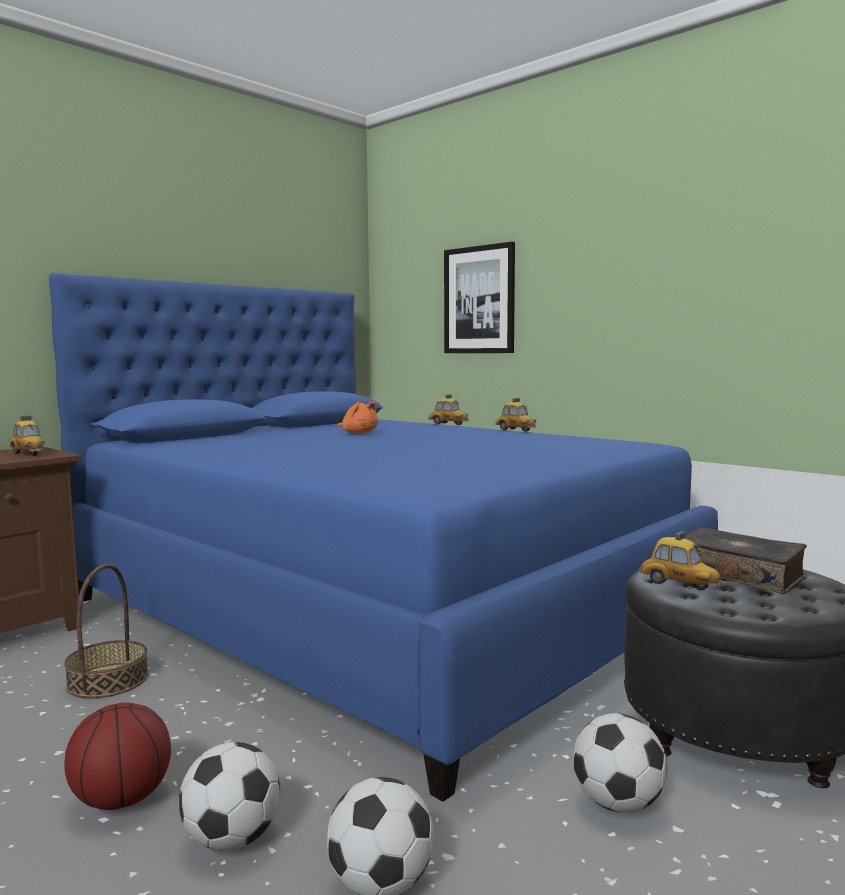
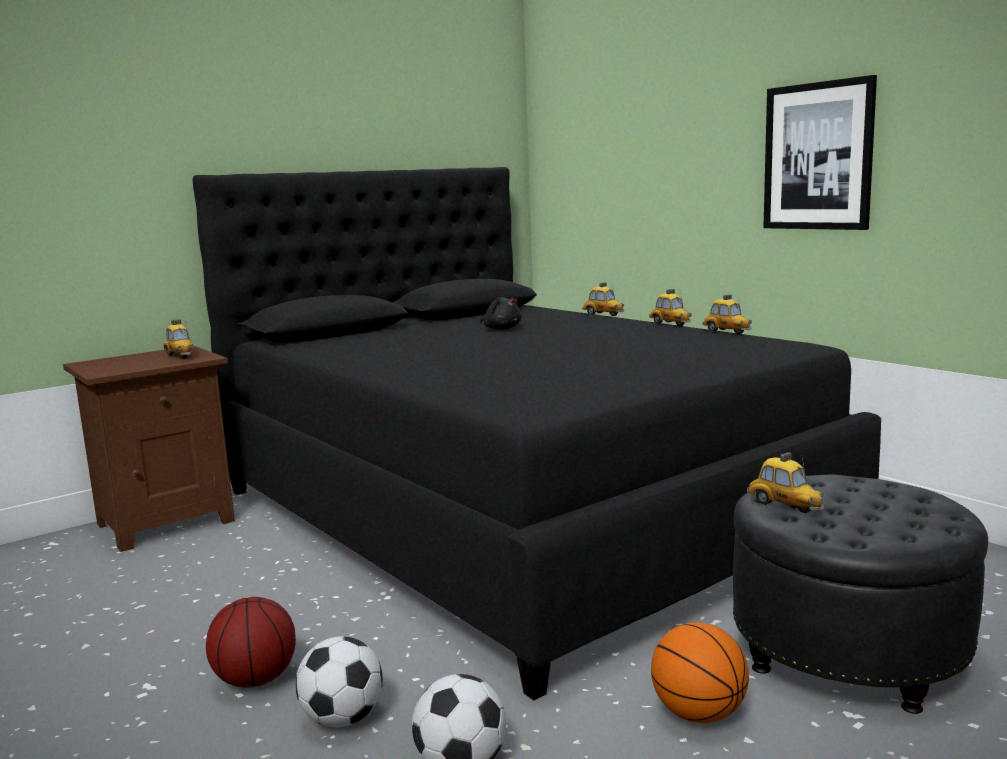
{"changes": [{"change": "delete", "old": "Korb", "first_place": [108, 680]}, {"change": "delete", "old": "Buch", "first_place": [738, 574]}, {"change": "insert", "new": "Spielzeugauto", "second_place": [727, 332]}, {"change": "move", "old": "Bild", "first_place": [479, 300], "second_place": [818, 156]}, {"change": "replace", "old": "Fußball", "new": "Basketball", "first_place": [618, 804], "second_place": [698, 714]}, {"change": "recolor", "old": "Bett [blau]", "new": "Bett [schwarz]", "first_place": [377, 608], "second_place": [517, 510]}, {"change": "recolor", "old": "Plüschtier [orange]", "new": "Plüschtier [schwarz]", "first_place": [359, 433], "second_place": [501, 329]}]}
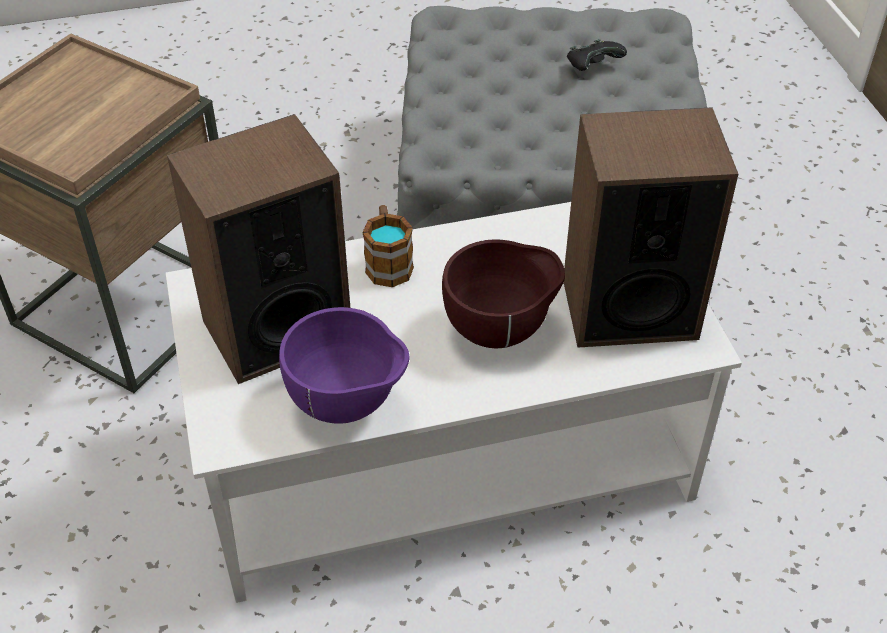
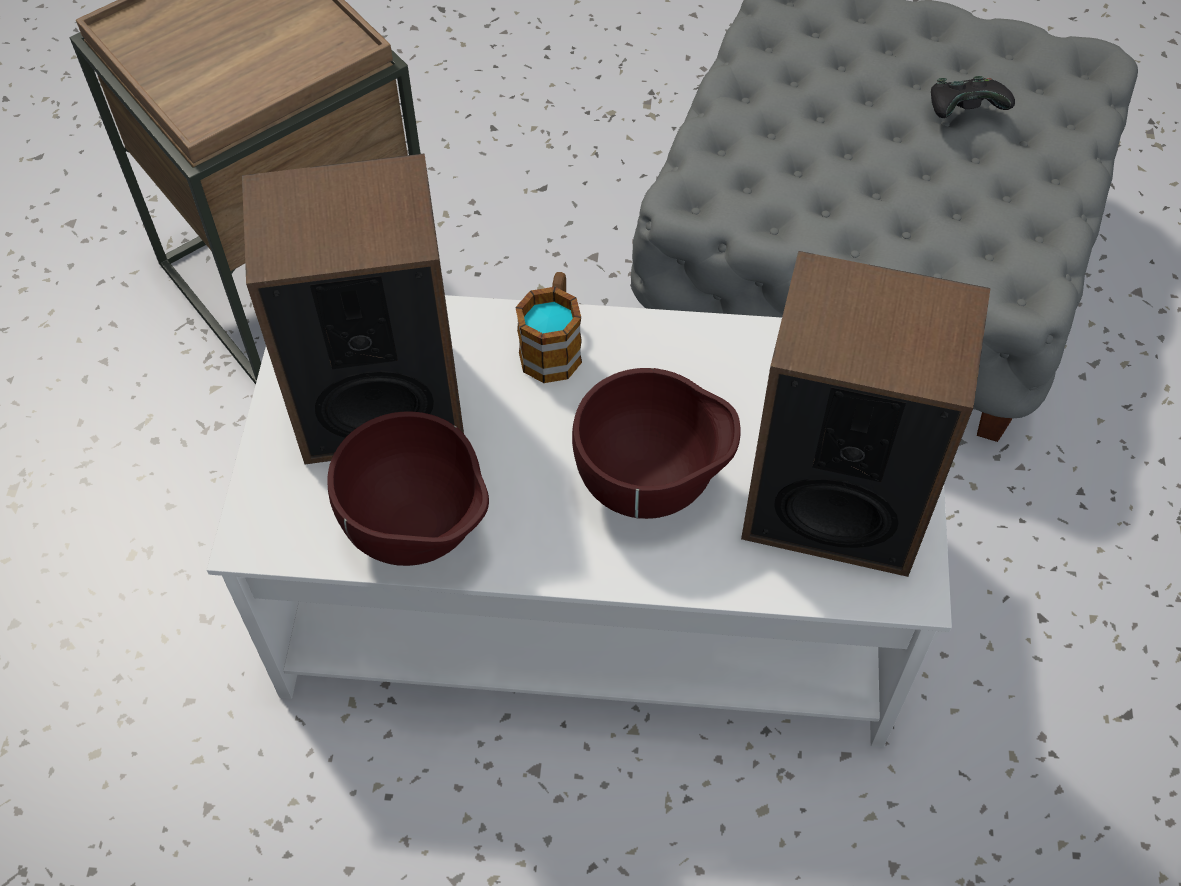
{"changes": [{"change": "recolor", "old": "Schüssel [lila]", "new": "Schüssel [braun]", "first_place": [349, 406], "second_place": [421, 535]}]}
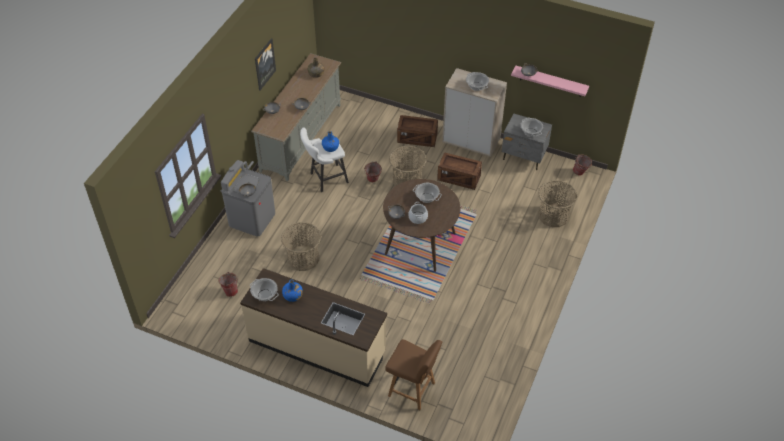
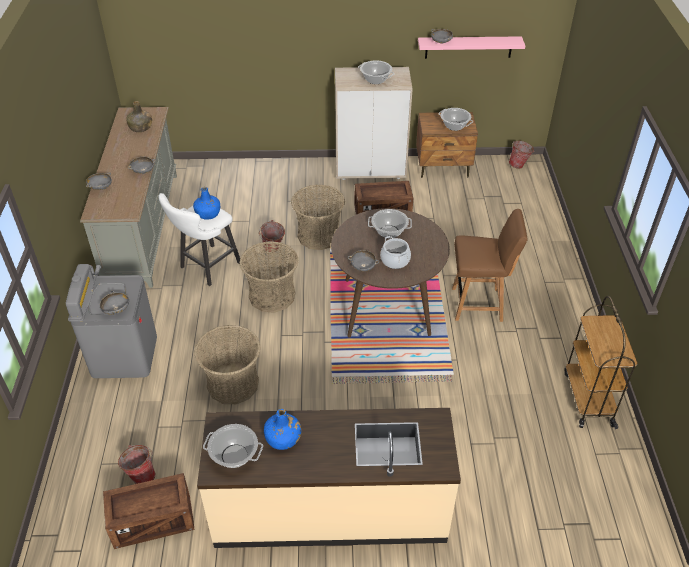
{"changes": [{"change": "delete", "old": "Bild", "first_place": [264, 64]}, {"change": "insert", "new": "Rollwagen [braun]", "second_place": [588, 398]}, {"change": "move", "old": "Stuhl [braun]", "first_place": [412, 390], "second_place": [478, 304]}, {"change": "move", "old": "Kiste", "first_place": [417, 138], "second_place": [153, 521]}, {"change": "move", "old": "Korb", "first_place": [553, 215], "second_place": [272, 295]}, {"change": "recolor", "old": "Nachttisch [grau]", "new": "Nachttisch [braun]", "first_place": [524, 157], "second_place": [443, 168]}]}
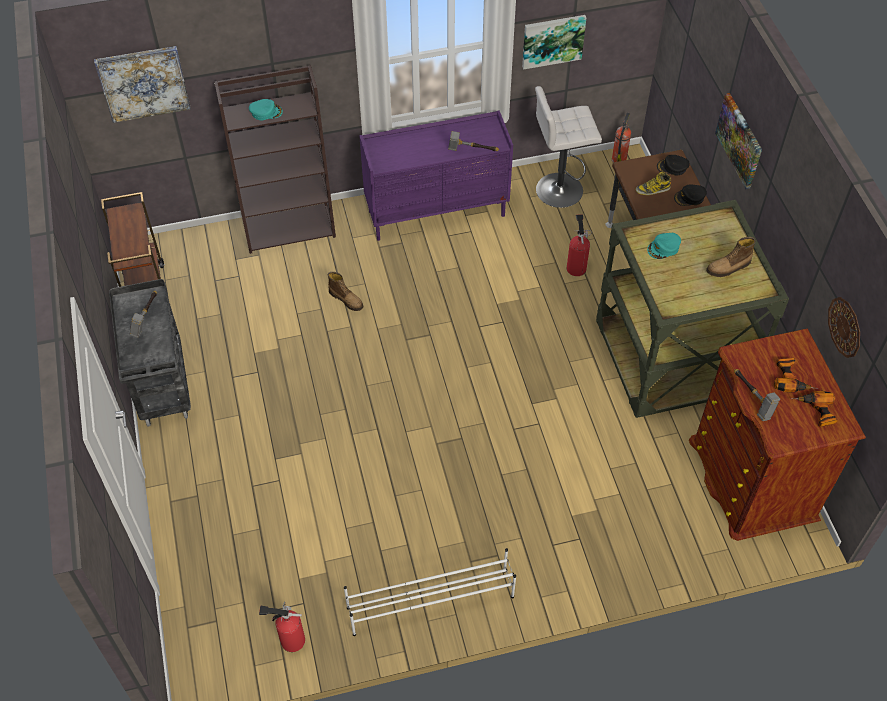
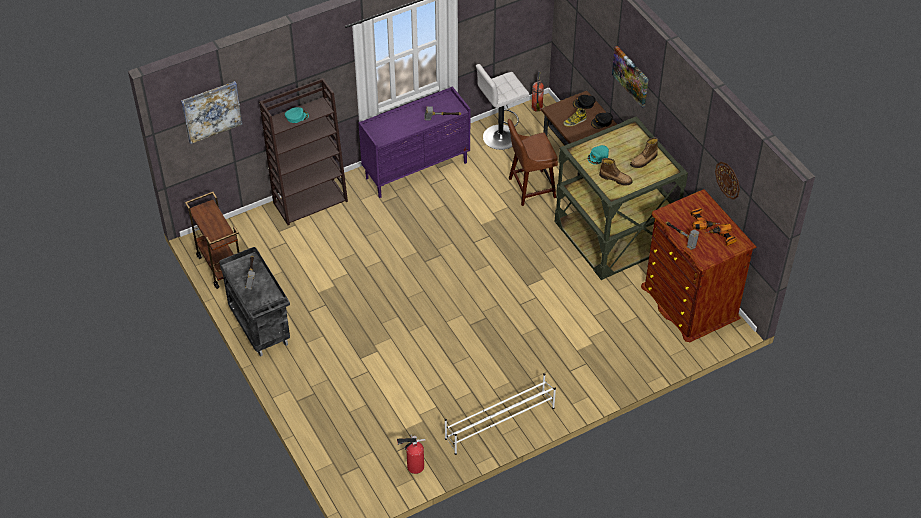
{"changes": [{"change": "delete", "old": "Bild", "first_place": [553, 40]}, {"change": "move", "old": "Stiefel", "first_place": [346, 299], "second_place": [615, 179]}, {"change": "replace", "old": "Feuerlöscher", "new": "Stuhl [braun]", "first_place": [576, 266], "second_place": [529, 188]}]}
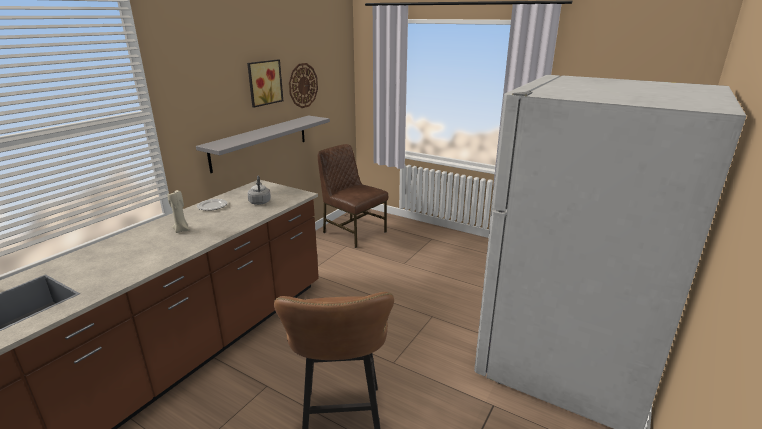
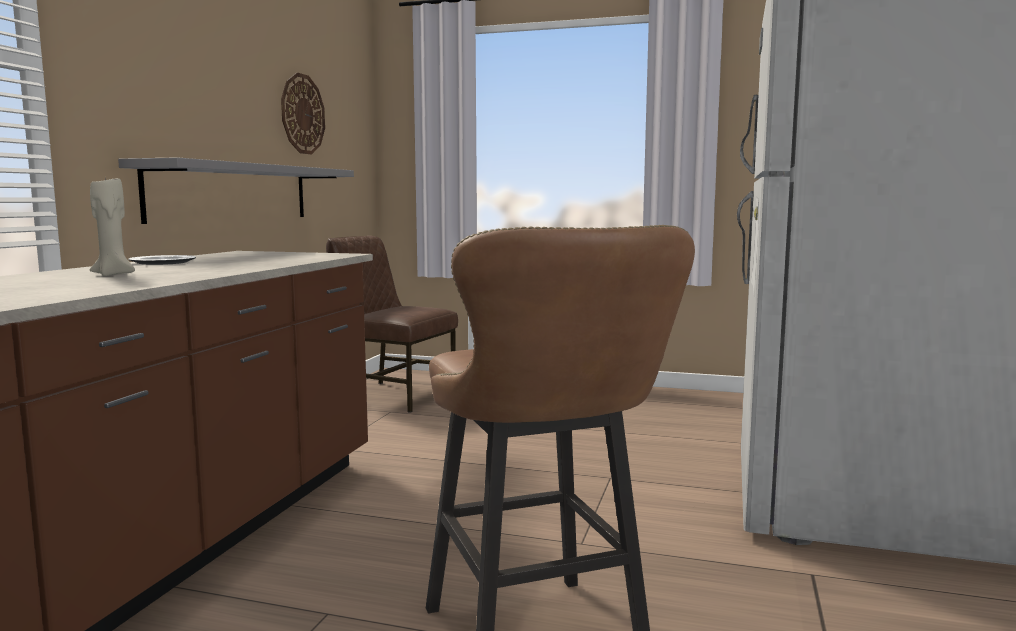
{"changes": [{"change": "delete", "old": "Bild", "first_place": [264, 82]}, {"change": "delete", "old": "Wasserkessel [grau]", "first_place": [260, 202]}]}
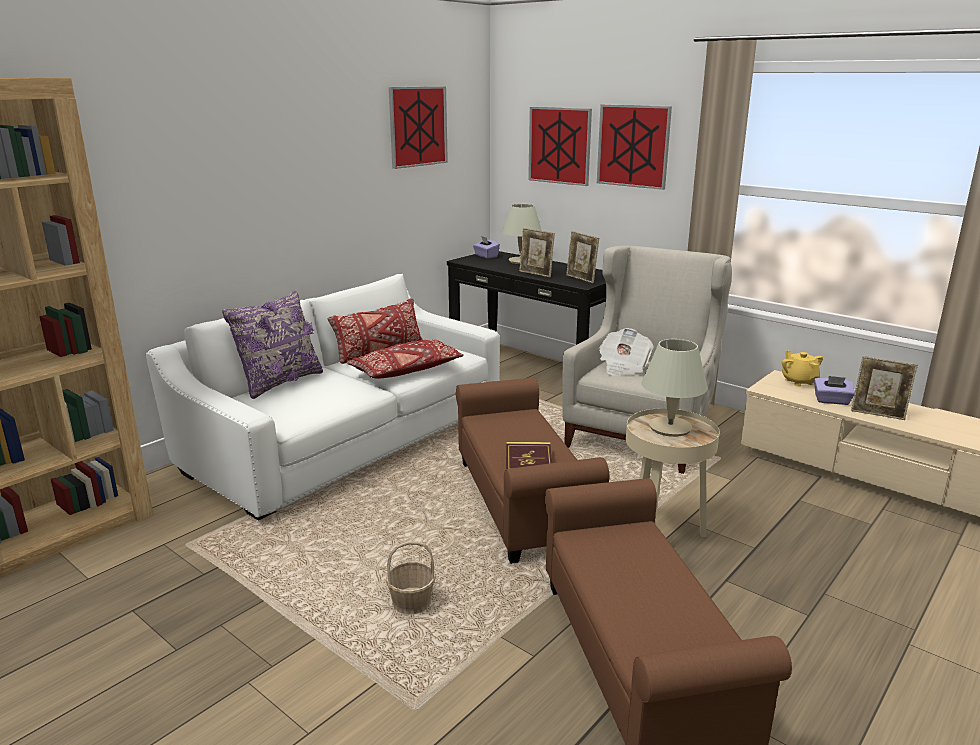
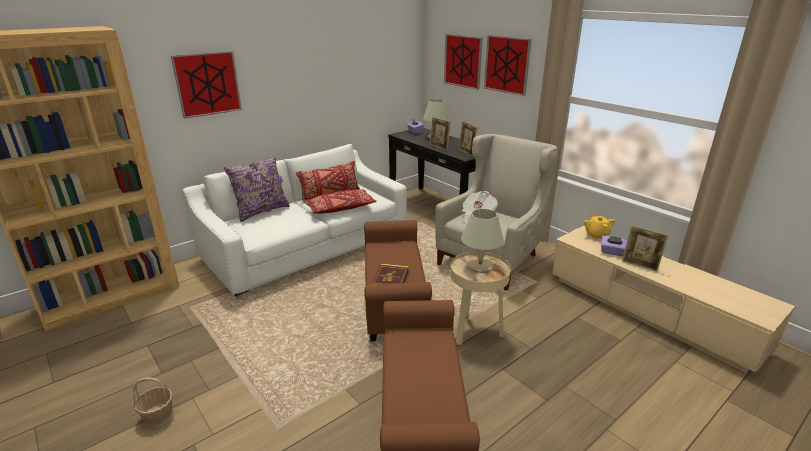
{"changes": [{"change": "move", "old": "Korb", "first_place": [411, 602], "second_place": [158, 416]}, {"change": "move", "old": "Bild", "first_place": [418, 126], "second_place": [207, 84]}]}
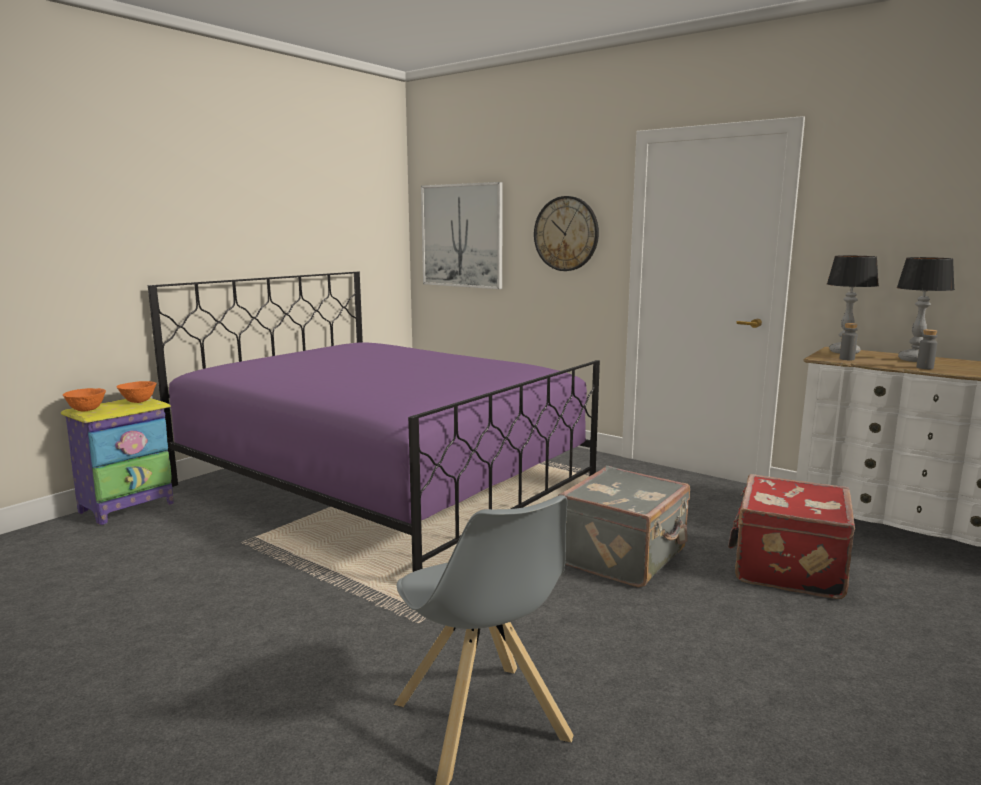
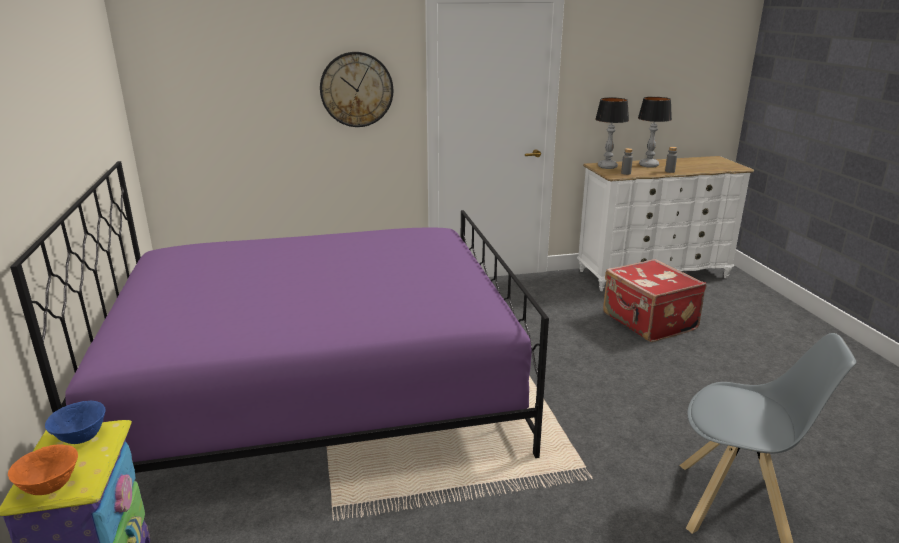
{"changes": [{"change": "delete", "old": "Bild", "first_place": [462, 236]}, {"change": "delete", "old": "Koffer [grau]", "first_place": [624, 557]}, {"change": "recolor", "old": "Schüssel [orange]", "new": "Schüssel [blau]", "first_place": [138, 402], "second_place": [81, 438]}]}
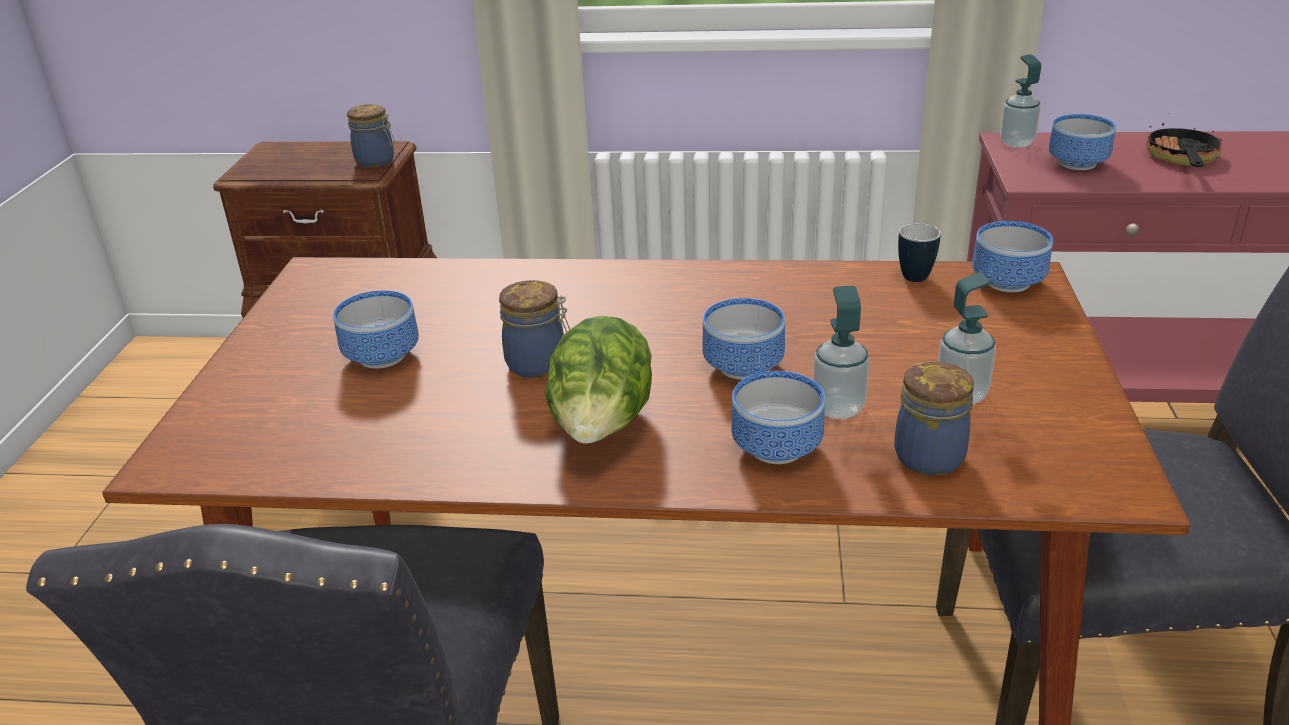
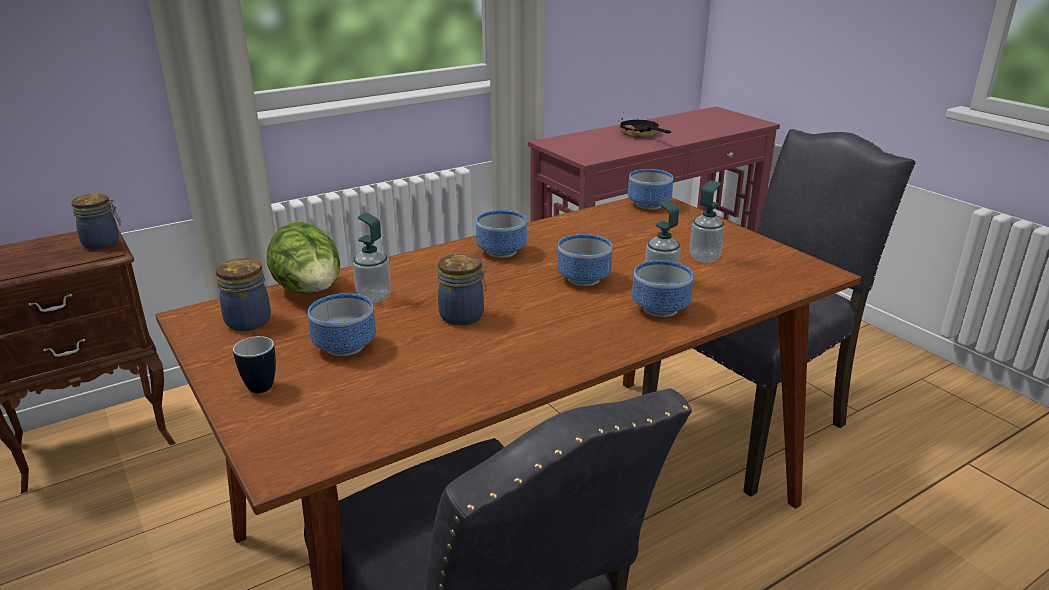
{"changes": [{"change": "move", "old": "Salatkopf", "first_place": [602, 428], "second_place": [310, 292]}, {"change": "move", "old": "Vorratsglas", "first_place": [931, 455], "second_place": [249, 320]}, {"change": "move", "old": "Henkelbecher", "first_place": [914, 273], "second_place": [258, 384]}, {"change": "move", "old": "Seifenspender", "first_place": [1016, 143], "second_place": [374, 297]}, {"change": "move", "old": "Schüssel", "first_place": [1079, 163], "second_place": [502, 251]}]}
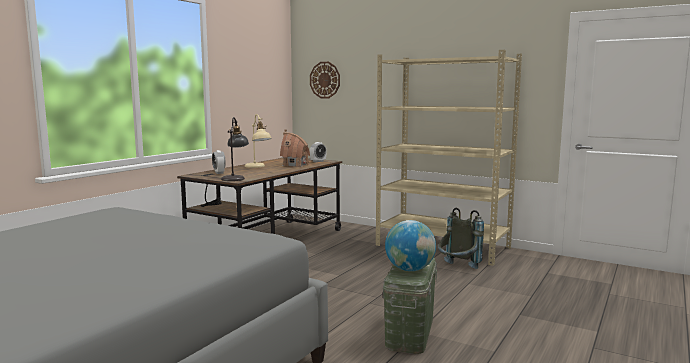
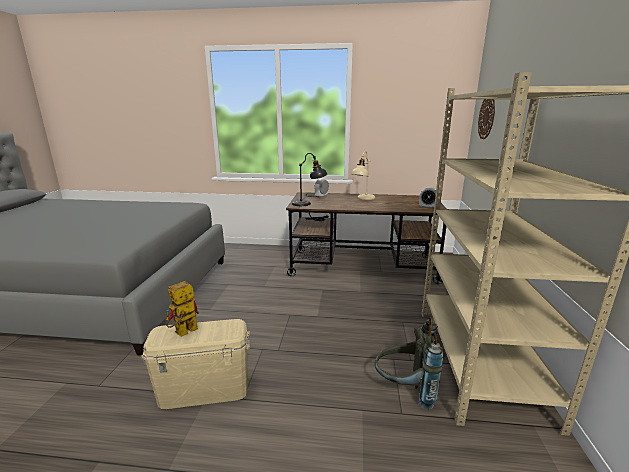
{"changes": [{"change": "delete", "old": "Spielzeughaus", "first_place": [295, 165]}, {"change": "replace", "old": "Globus", "new": "Spielzeugroboter", "first_place": [410, 269], "second_place": [183, 333]}, {"change": "recolor", "old": "Aufbewahrungsbox [grün]", "new": "Aufbewahrungsbox [beige]", "first_place": [409, 331], "second_place": [205, 389]}]}
